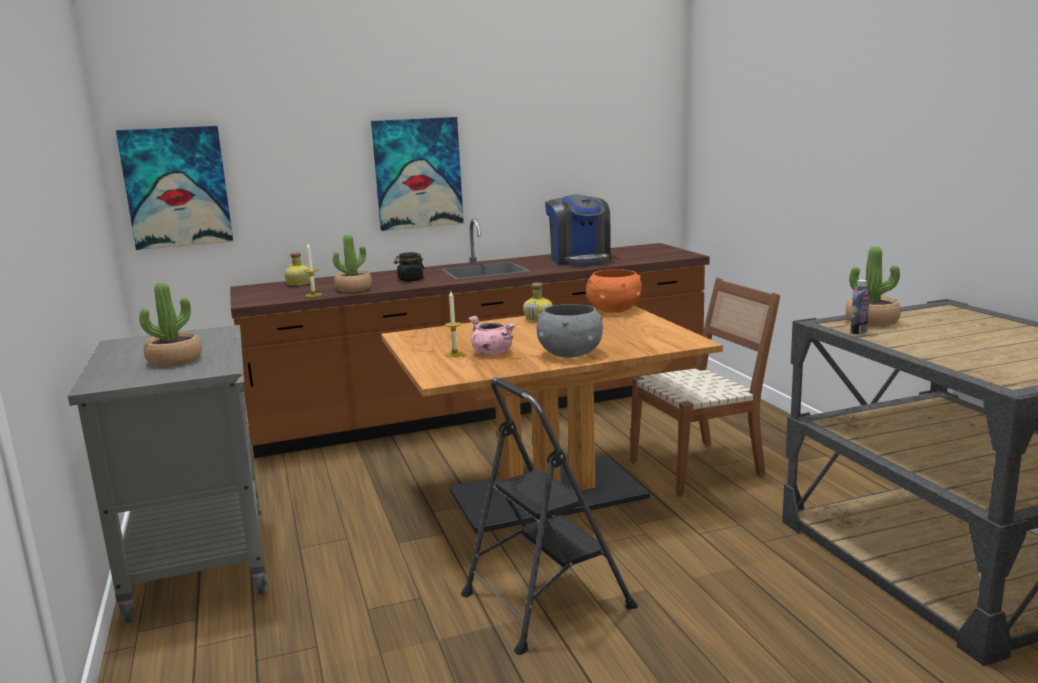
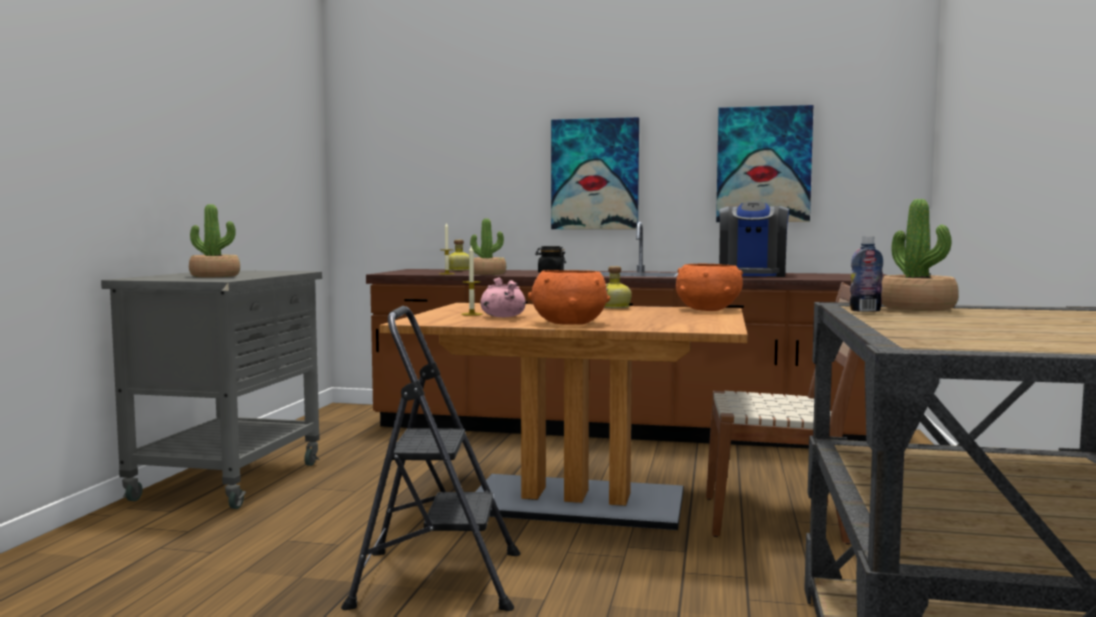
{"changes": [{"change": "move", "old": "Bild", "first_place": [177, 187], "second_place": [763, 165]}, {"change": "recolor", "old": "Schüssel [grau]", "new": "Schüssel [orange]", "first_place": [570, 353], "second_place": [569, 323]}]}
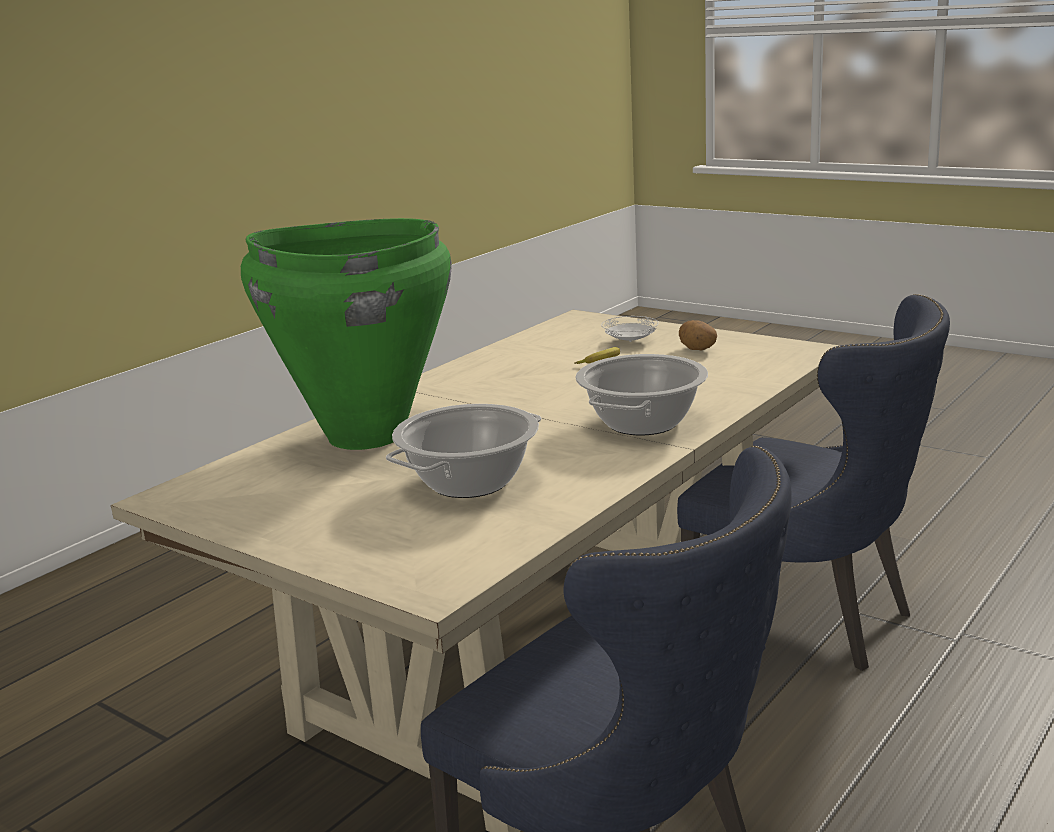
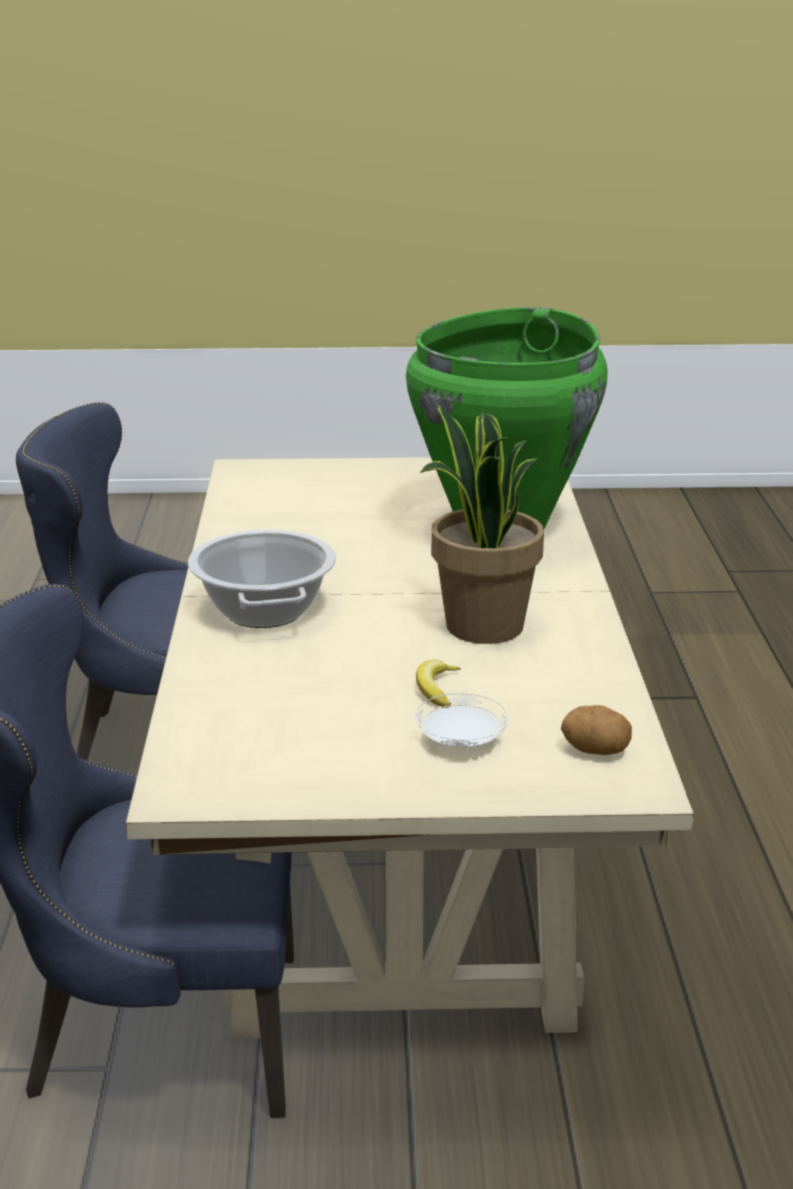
{"changes": [{"change": "delete", "old": "Kochtopf", "first_place": [470, 482]}, {"change": "insert", "new": "Topfpflanze", "second_place": [482, 626]}, {"change": "move", "old": "Kartoffel", "first_place": [697, 350], "second_place": [595, 751]}]}
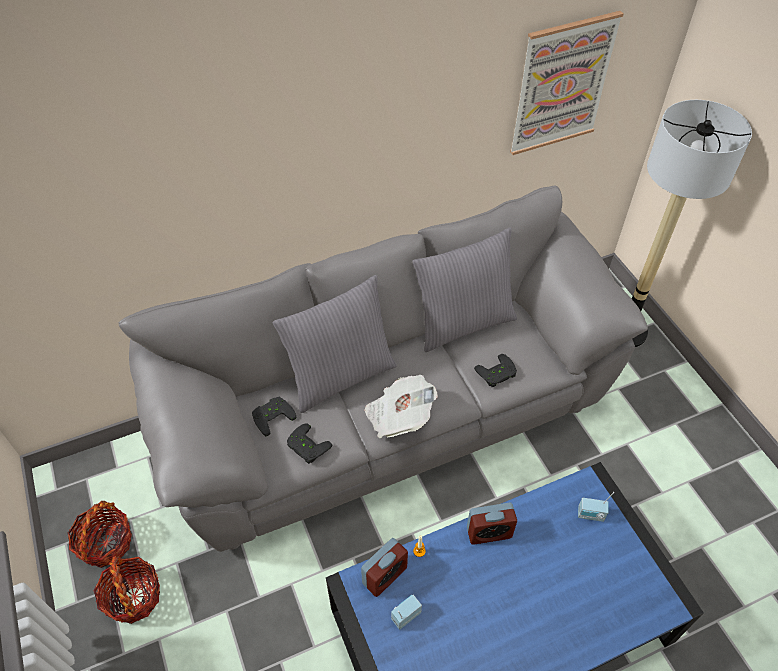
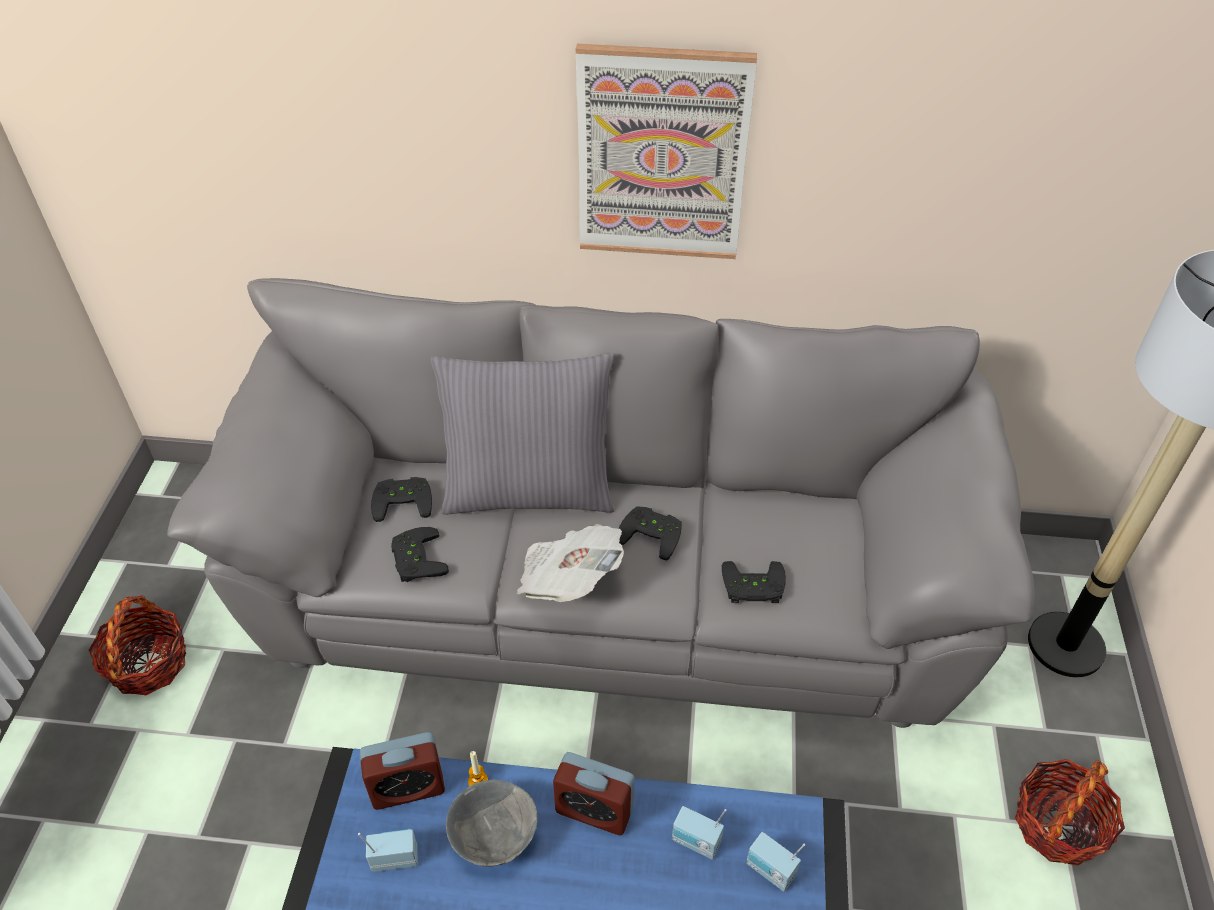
{"changes": [{"change": "delete", "old": "Kissen [grau]", "first_place": [463, 322]}, {"change": "insert", "new": "Schüssel [grau]", "second_place": [494, 837]}, {"change": "insert", "new": "Gamepad [schwarz]", "second_place": [652, 533]}, {"change": "insert", "new": "Radio", "second_place": [695, 843]}, {"change": "move", "old": "Korb", "first_place": [106, 543], "second_place": [1058, 825]}, {"change": "move", "old": "Bild", "first_place": [562, 84], "second_place": [661, 155]}]}
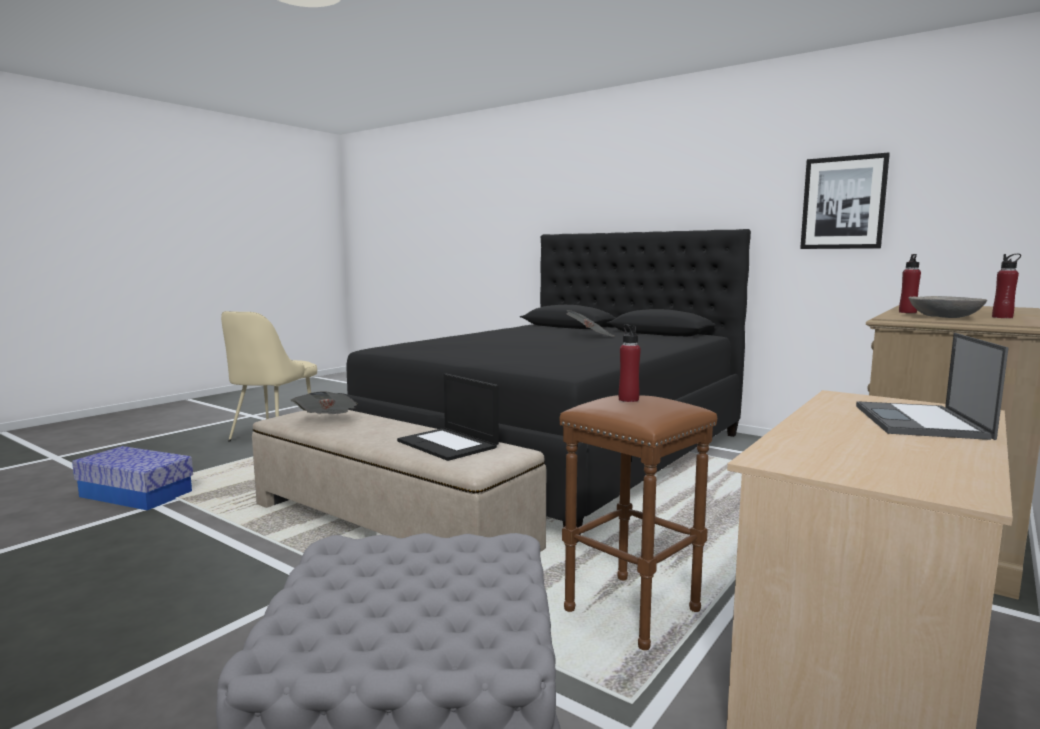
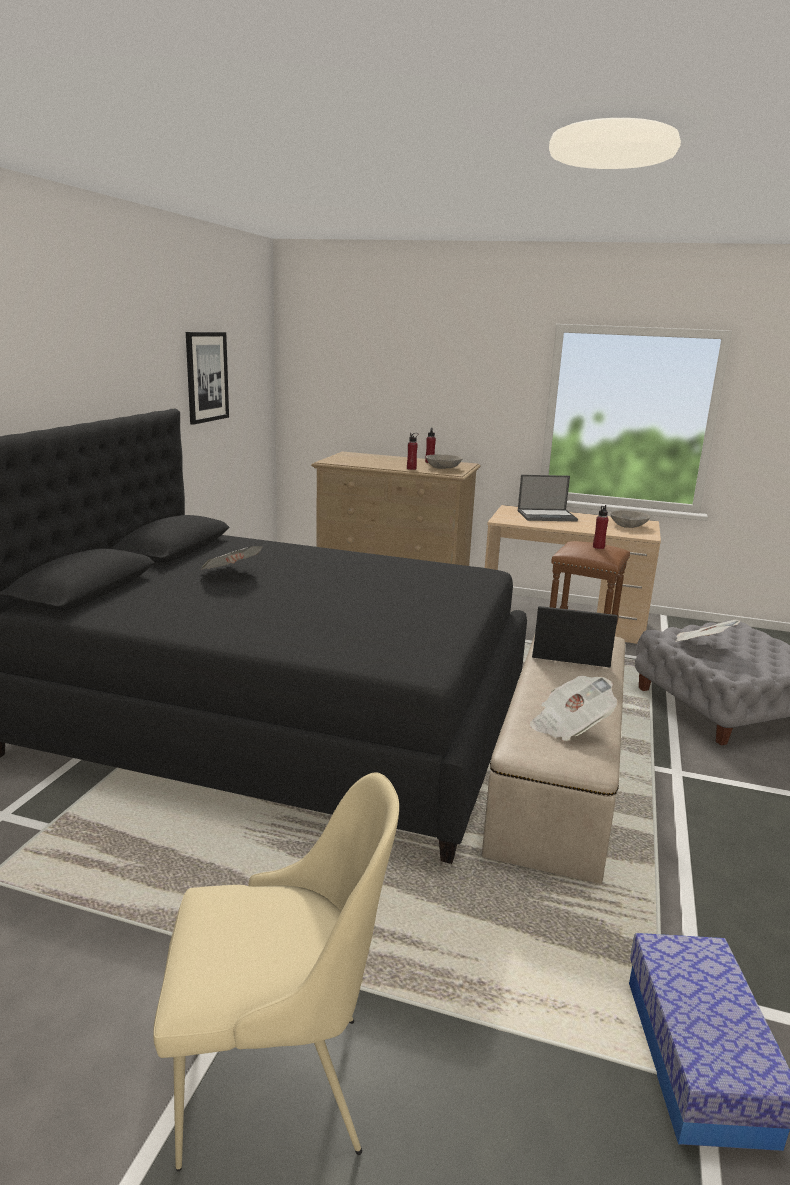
{"changes": [{"change": "insert", "new": "Schüssel [grau]", "second_place": [628, 525]}, {"change": "insert", "new": "Zeitung", "second_place": [701, 645]}, {"change": "rotate", "old": "Laptop", "first_place": [449, 444], "second_place": [570, 653], "degrees": -105}]}
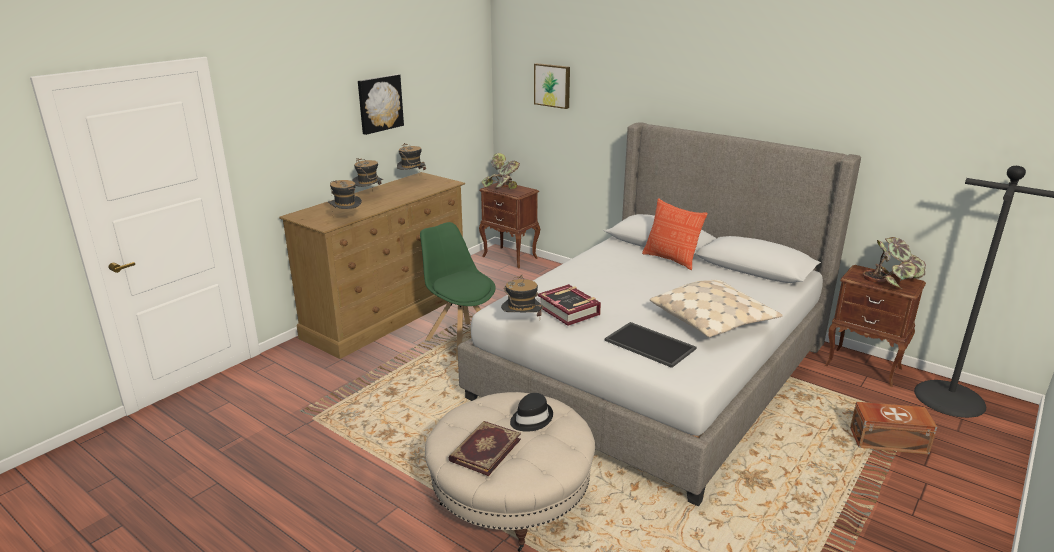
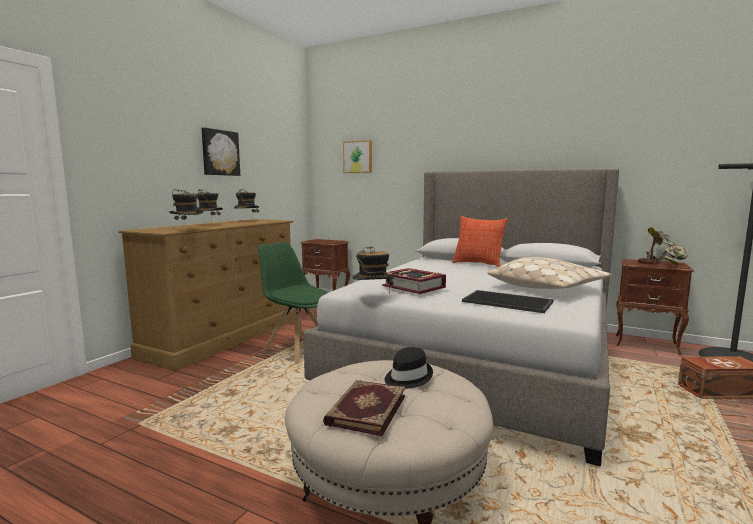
{"changes": [{"change": "delete", "old": "Topfpflanze", "first_place": [501, 188]}]}
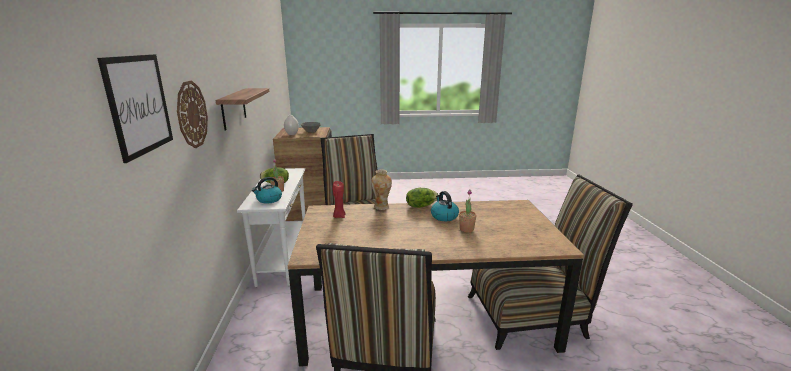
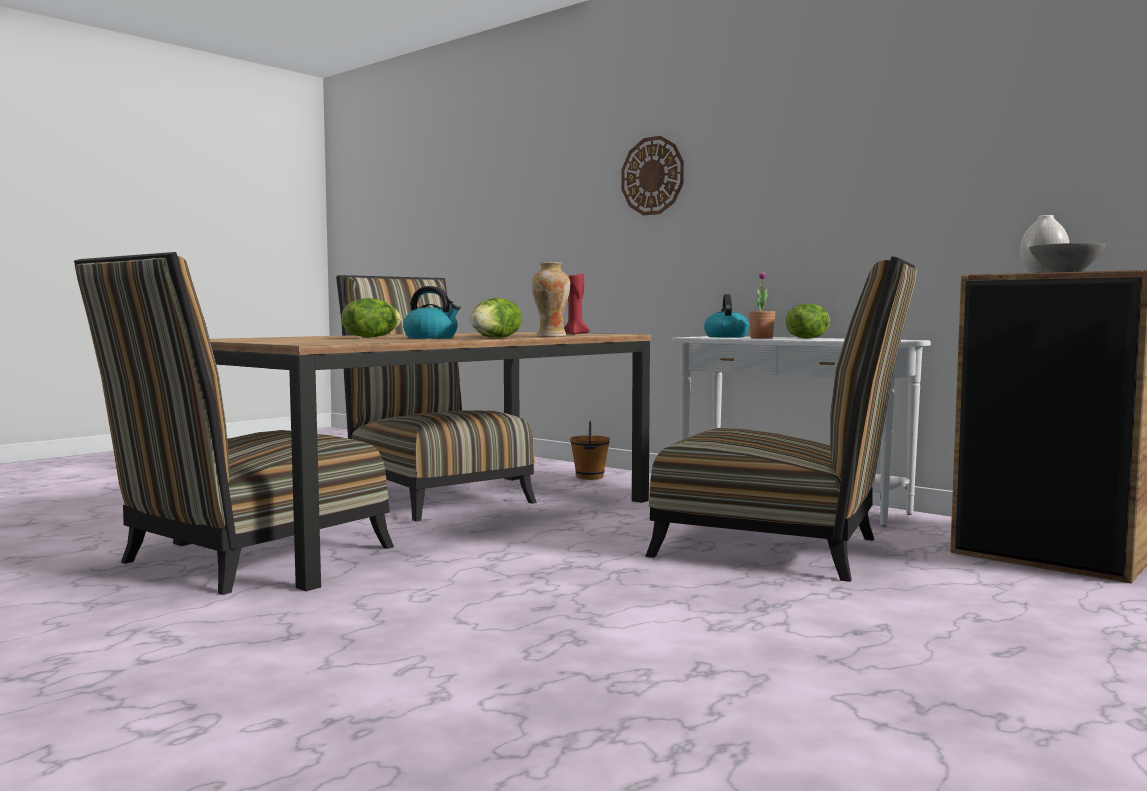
{"changes": [{"change": "delete", "old": "Bild", "first_place": [139, 105]}, {"change": "delete", "old": "Wandregal", "first_place": [233, 108]}, {"change": "insert", "new": "Eimer [braun]", "second_place": [589, 477]}, {"change": "replace", "old": "Topfpflanze", "new": "Salatkopf", "first_place": [466, 229], "second_place": [371, 337]}]}
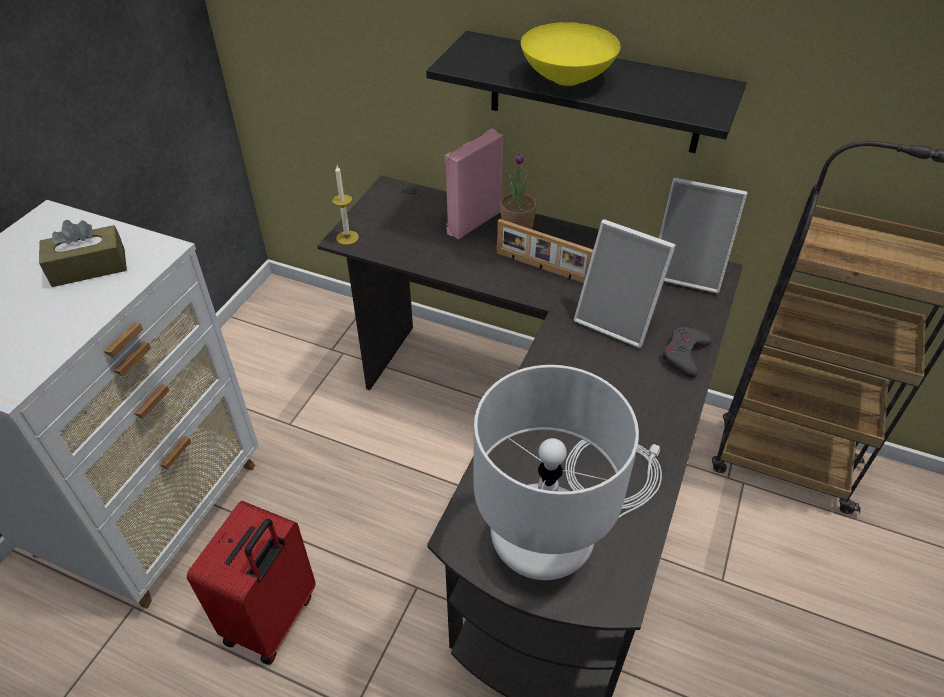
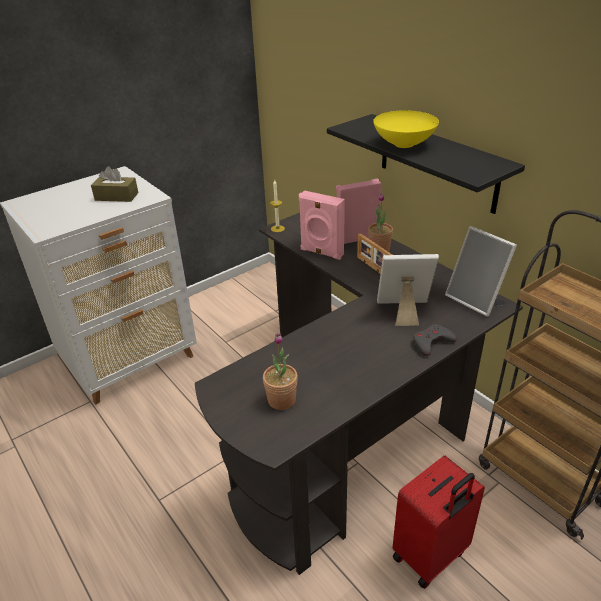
{"changes": [{"change": "insert", "new": "Lautsprecher [rosa]", "second_place": [321, 253]}, {"change": "move", "old": "Koffer [rot]", "first_place": [273, 619], "second_place": [431, 556]}, {"change": "replace", "old": "Tischlampe [grau]", "new": "Topfpflanze", "first_place": [570, 518], "second_place": [281, 400]}, {"change": "rotate", "old": "Bilderrahmen", "first_place": [617, 320], "second_place": [403, 312], "degrees": 120}]}
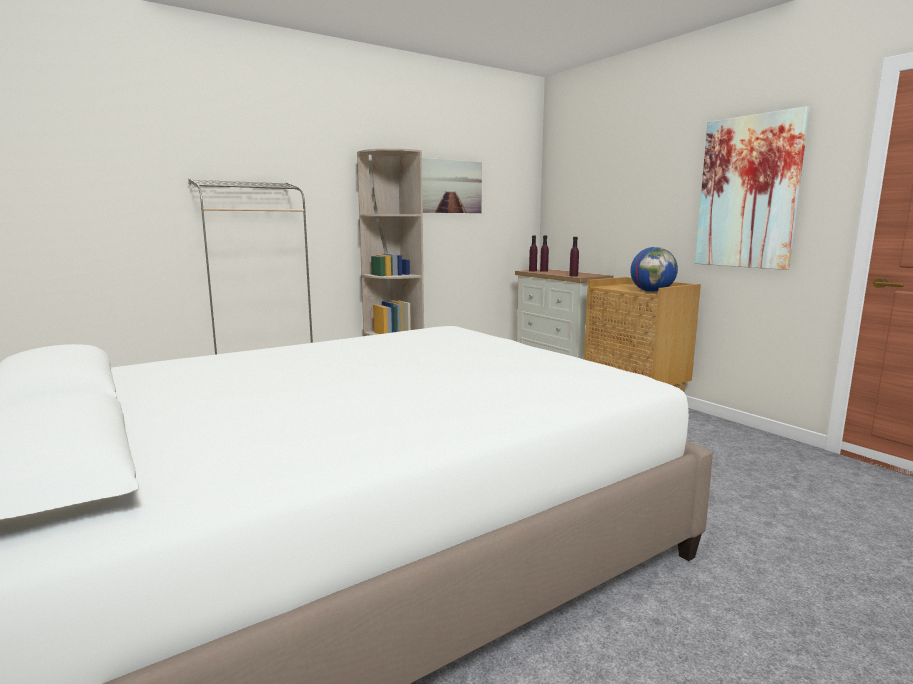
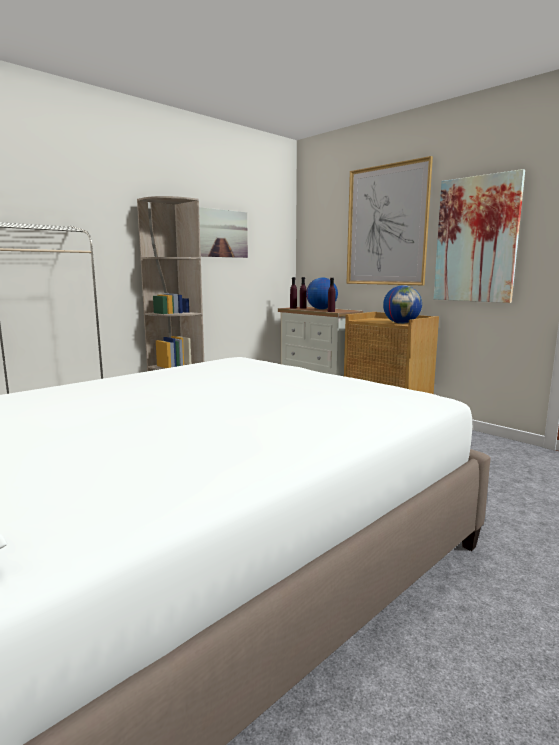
{"changes": [{"change": "insert", "new": "Globus", "second_place": [321, 309]}, {"change": "insert", "new": "Bild", "second_place": [386, 226]}]}
